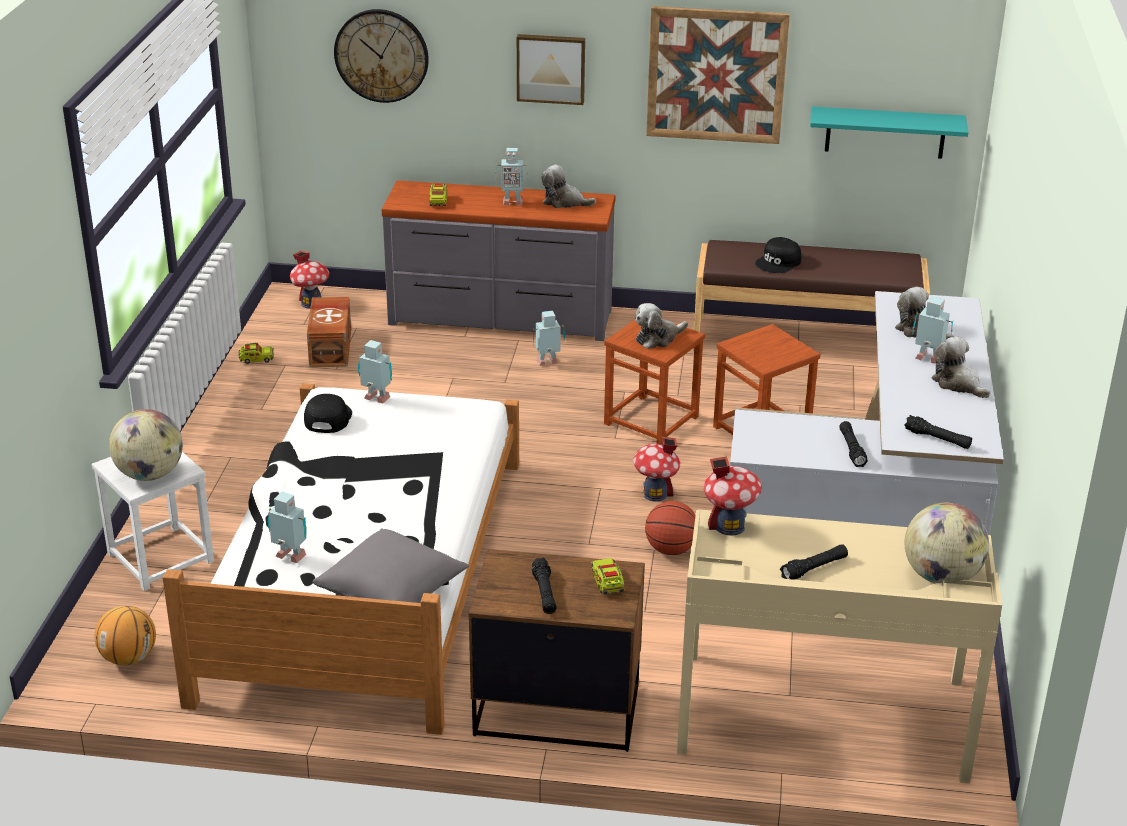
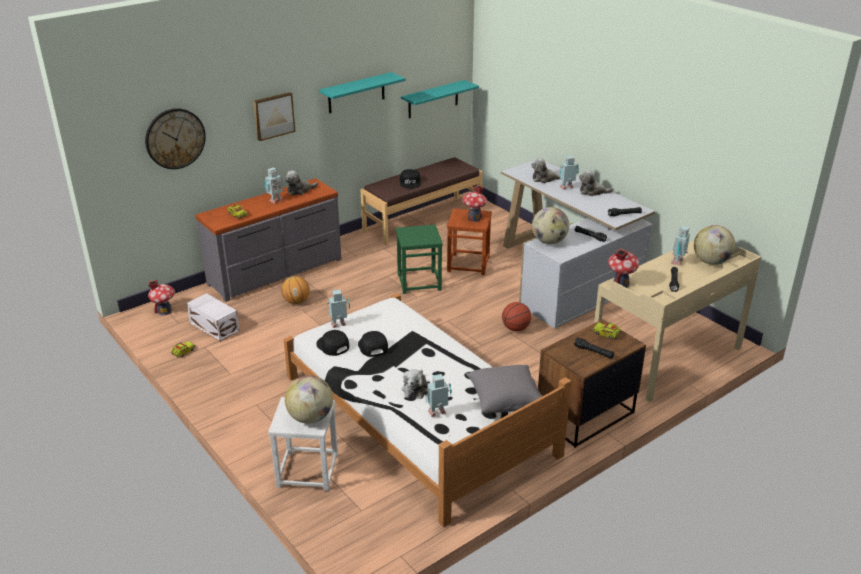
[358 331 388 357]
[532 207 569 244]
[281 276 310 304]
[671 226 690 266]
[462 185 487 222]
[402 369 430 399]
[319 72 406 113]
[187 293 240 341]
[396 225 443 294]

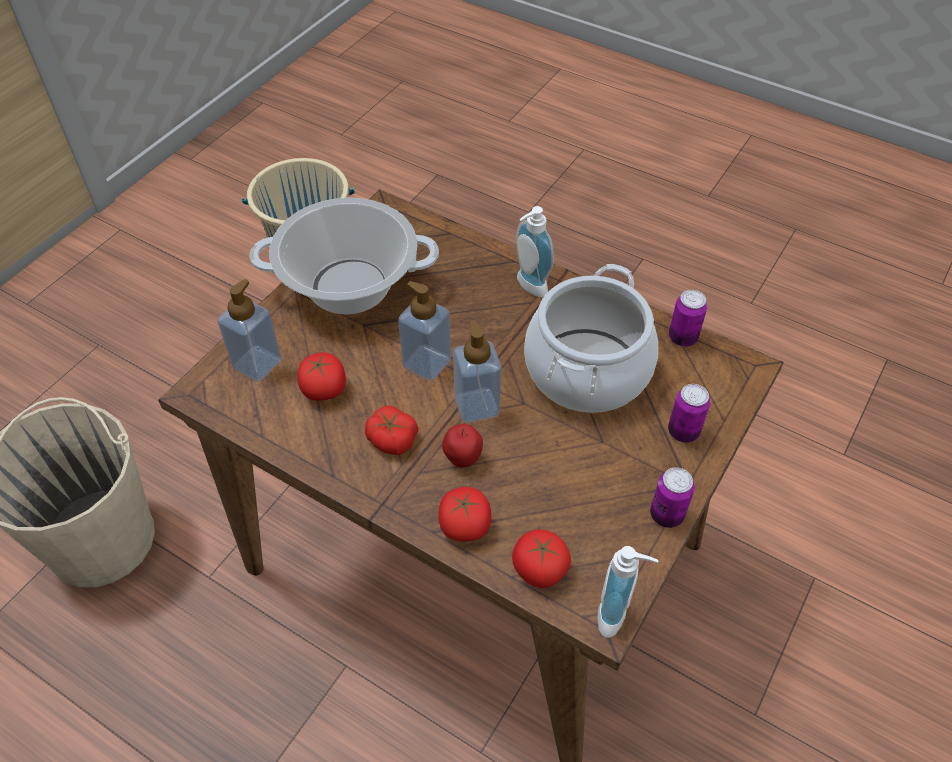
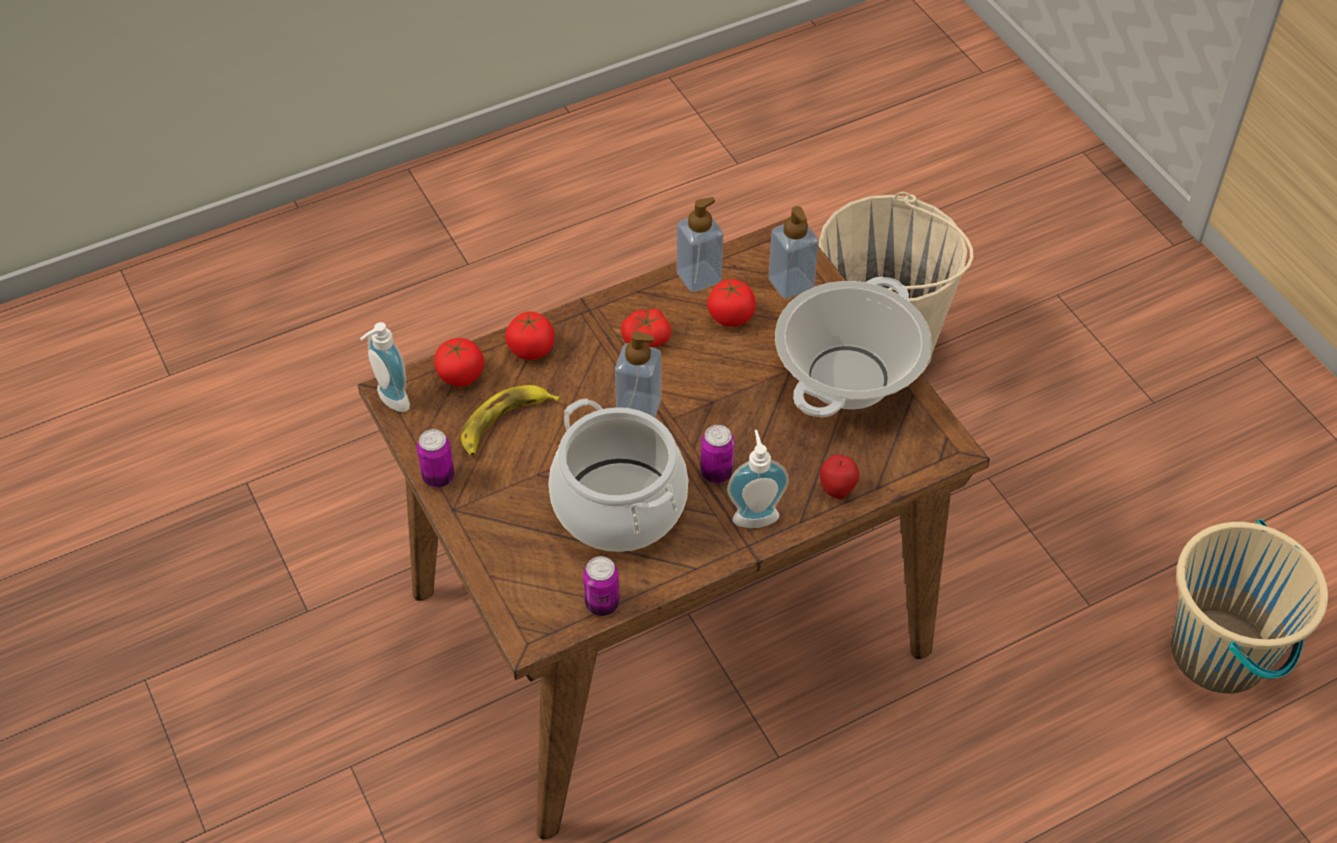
[461 385 560 456]
[676 197 723 293]
[820 454 859 499]
[701 425 734 483]

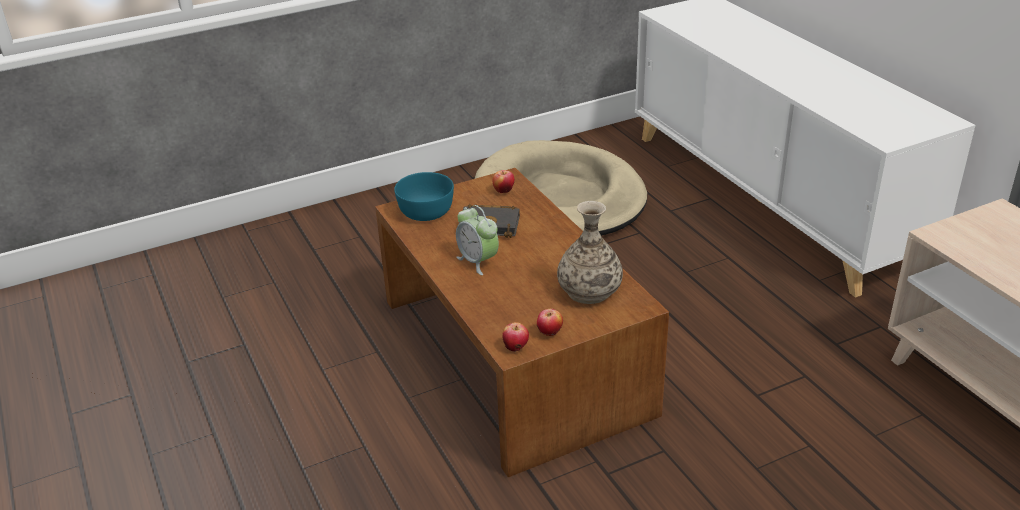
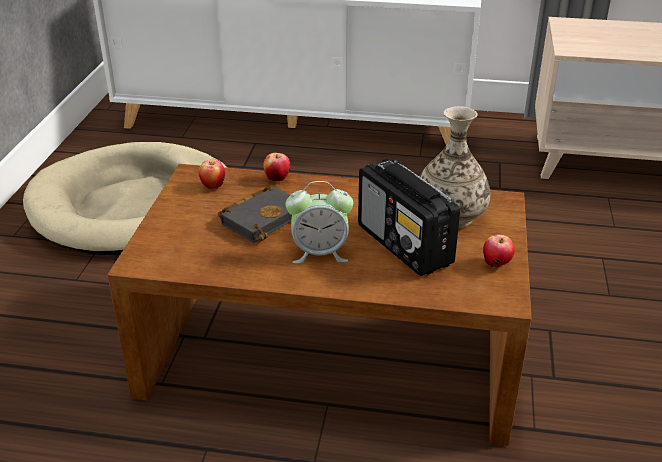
[394 172 454 221] (first image)
[358 159 460 276]
[263 153 290 181]

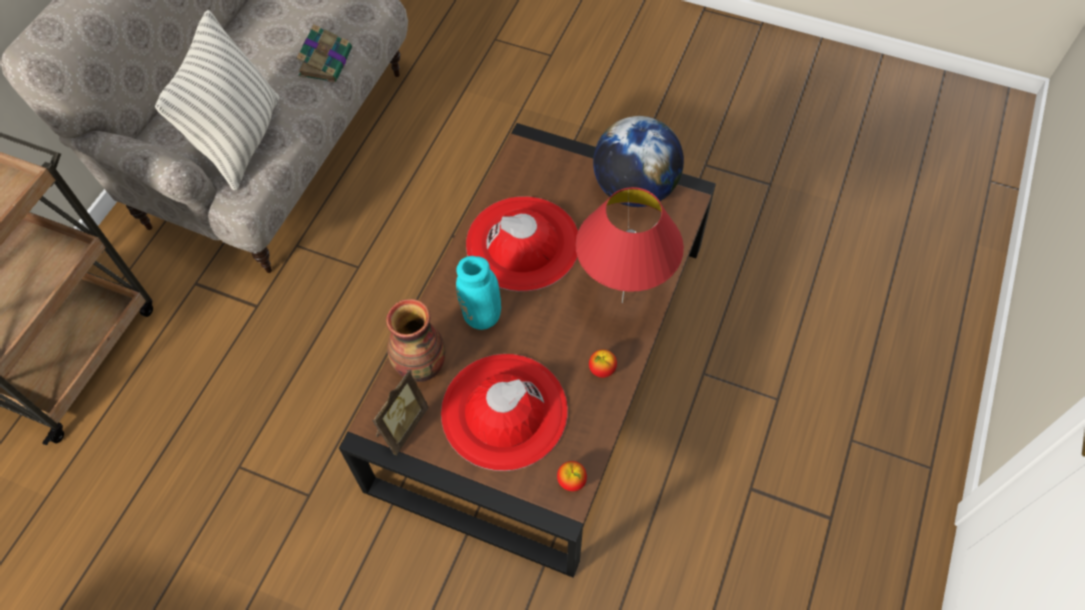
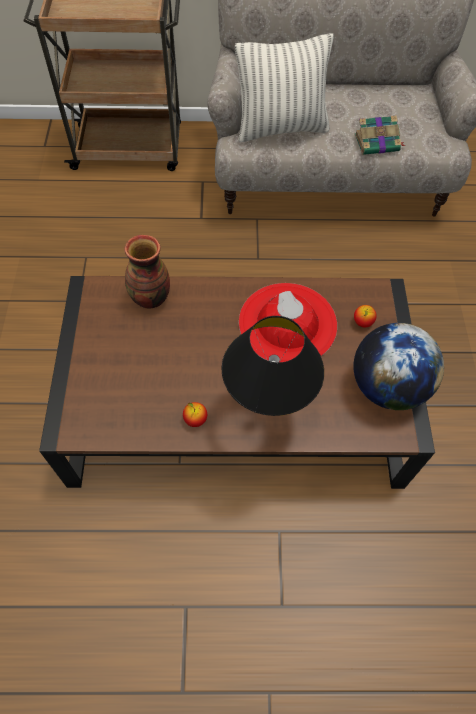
[372 370 429 455] (first image)
[441 354 568 471] (first image)
[456 256 541 330] (first image)
[354 305 377 327]
[222 316 324 416]

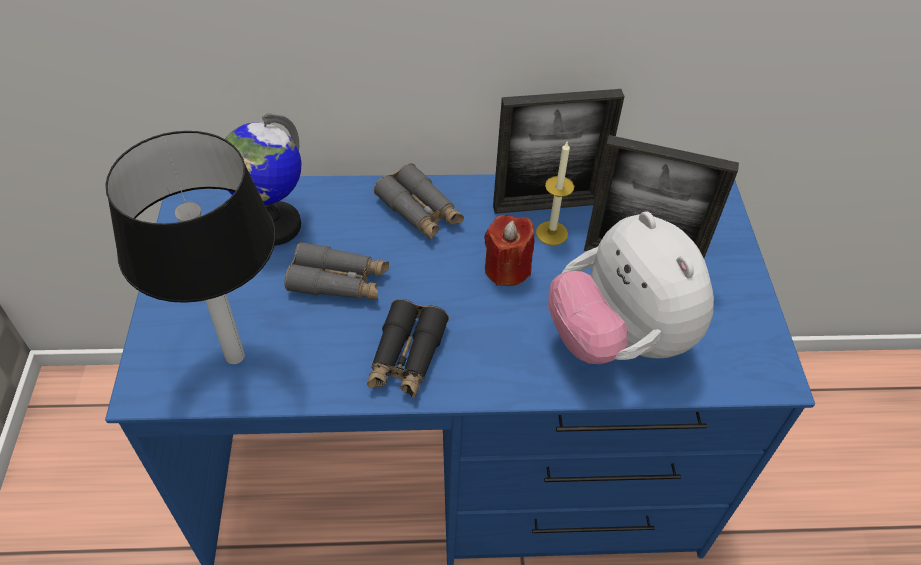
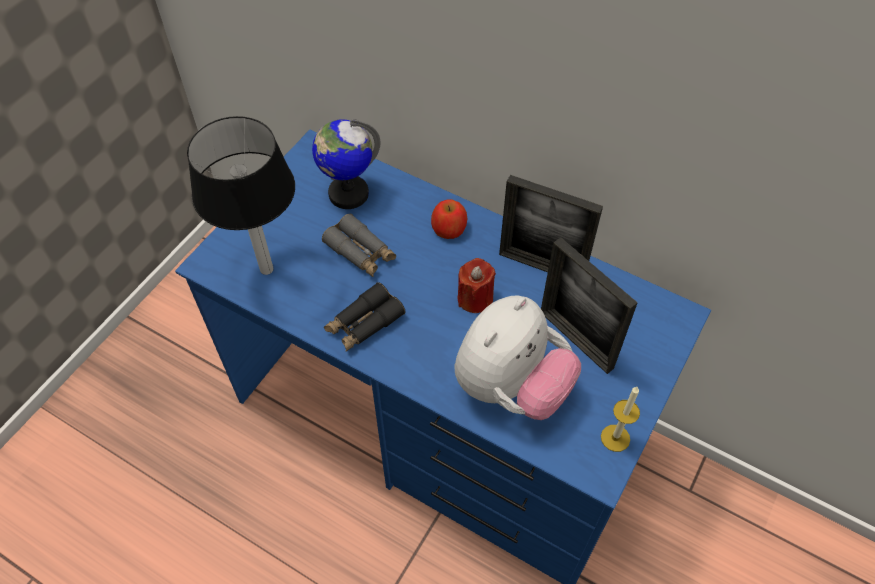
[601 386 640 452]
[431 199 467 239]
[454 296 581 420]

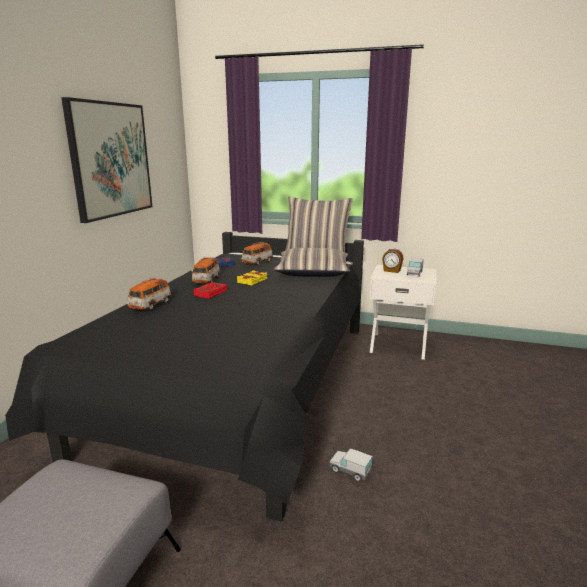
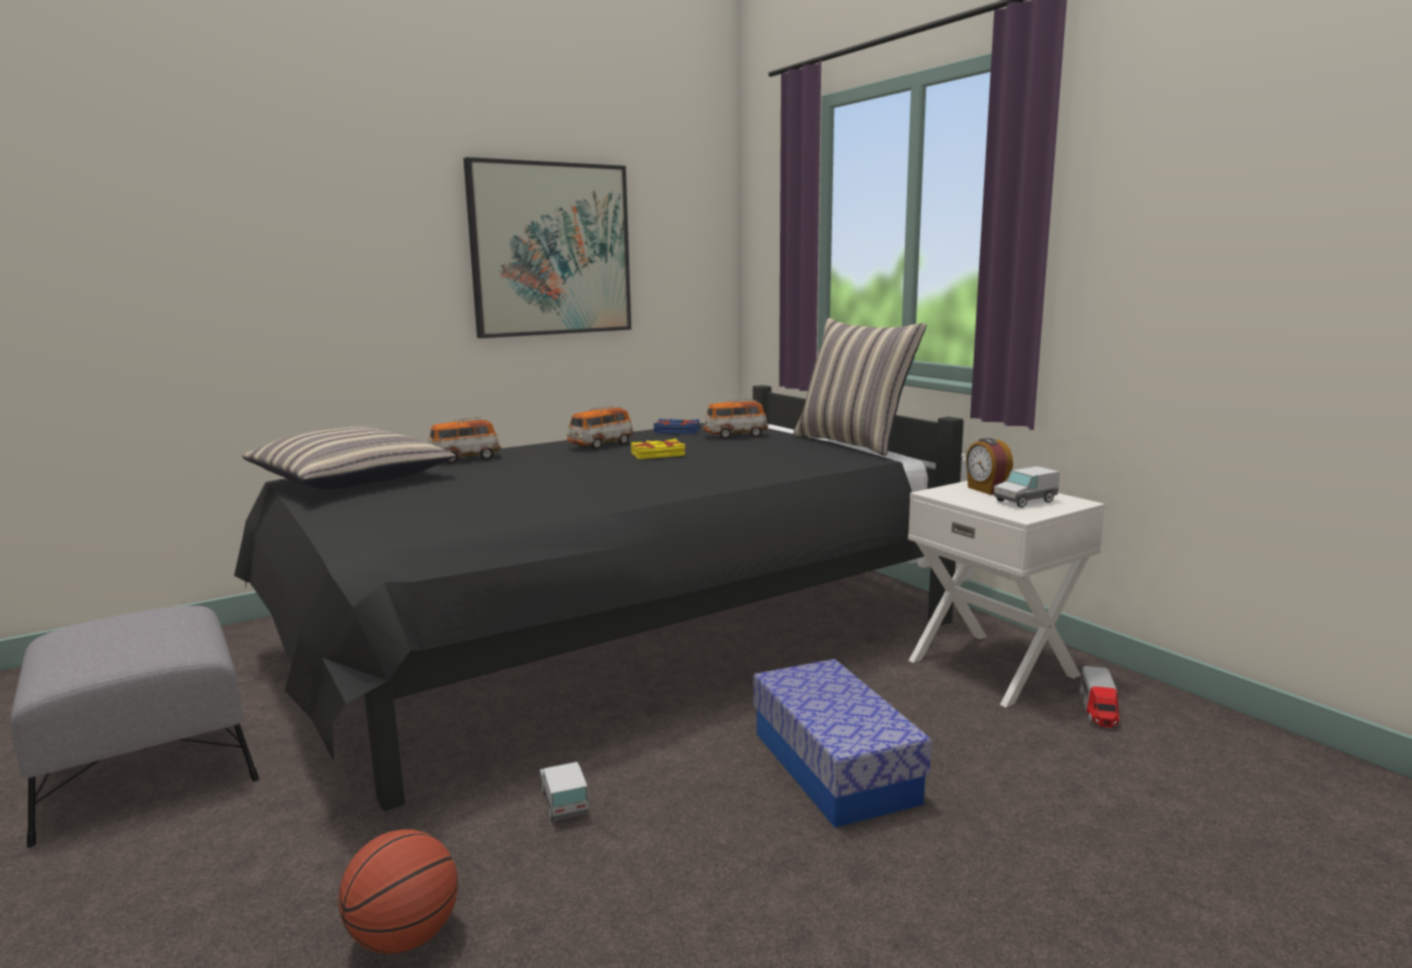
[193 282 227 299] (first image)
[338 829 458 954]
[753 659 932 828]
[1080 666 1120 728]
[242 427 455 490]

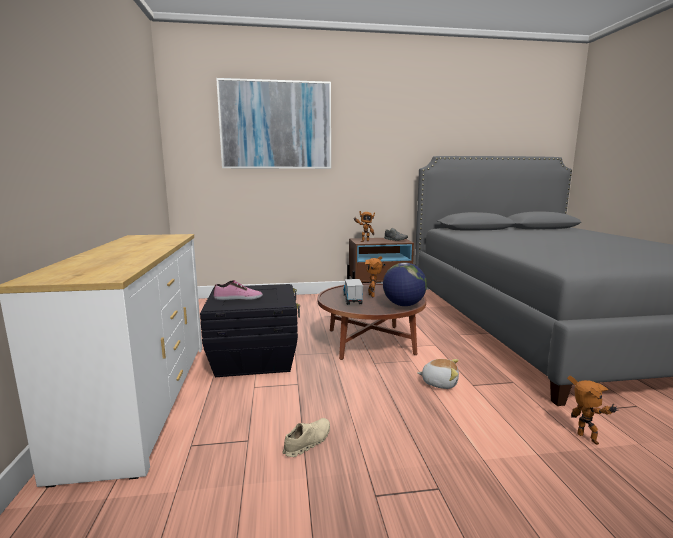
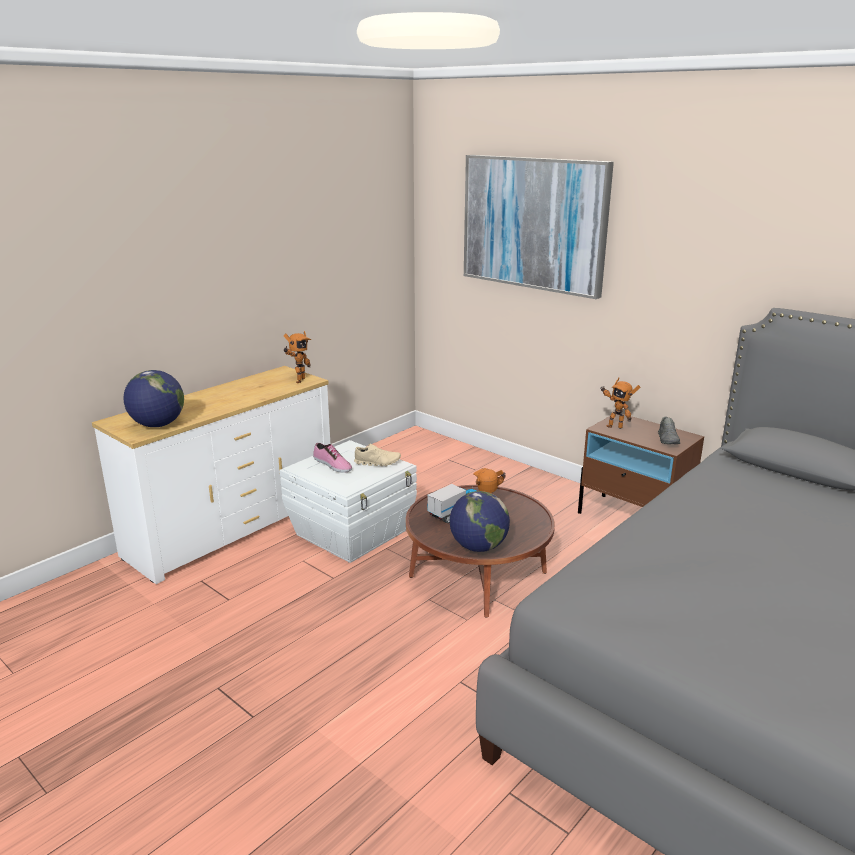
[417 359 459 389] (first image)
[123 370 184 427]
[354 444 401 466]
[284 331 311 383]
[280 440 417 563]

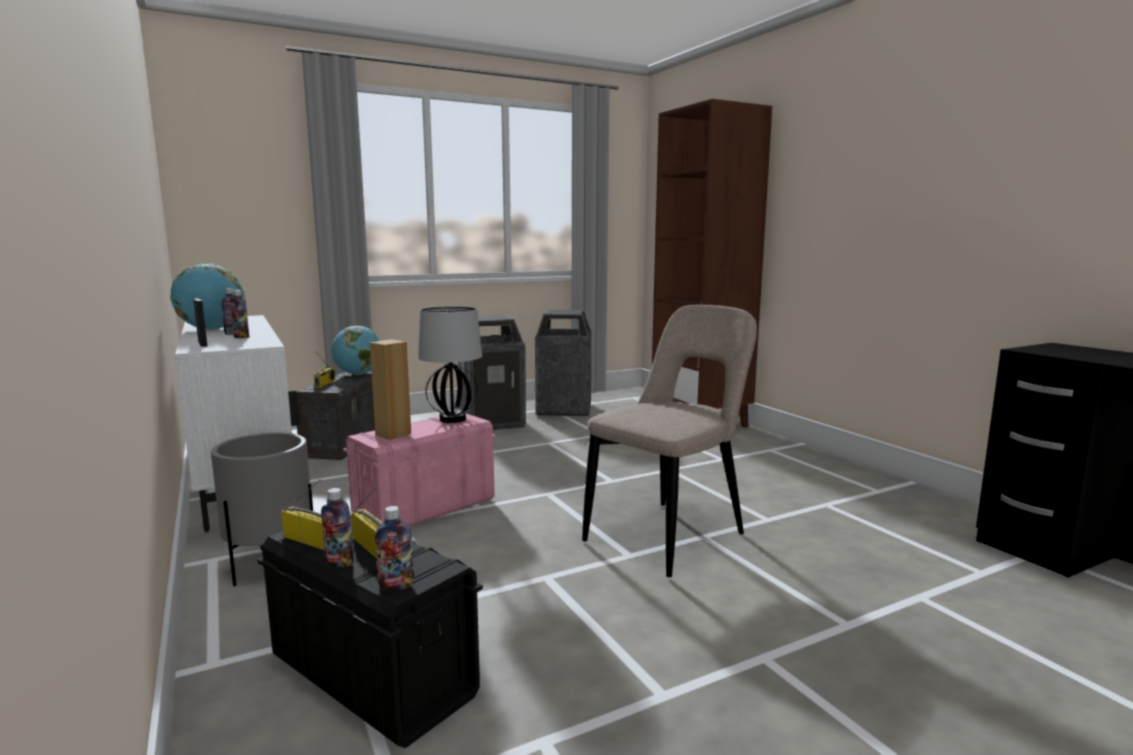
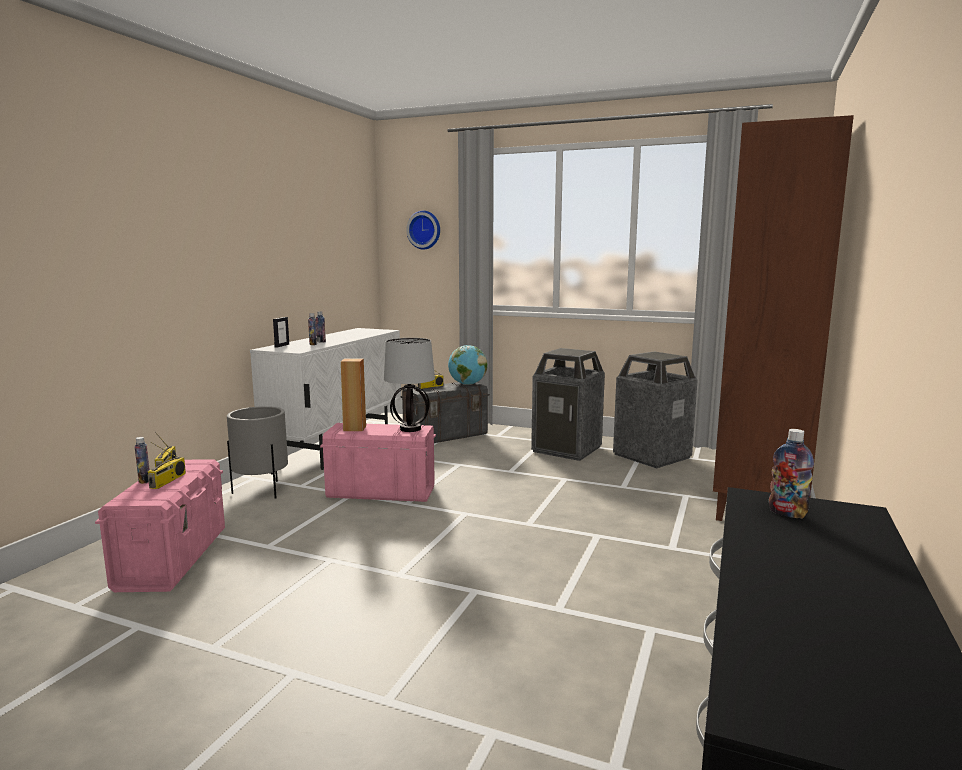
[170 264 245 330] (first image)
[582 305 757 577] (first image)
[406 211 440 249]
[769 429 814 519]
[95 459 225 592]

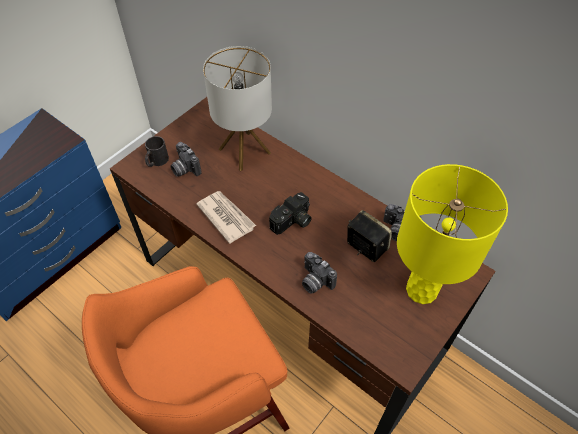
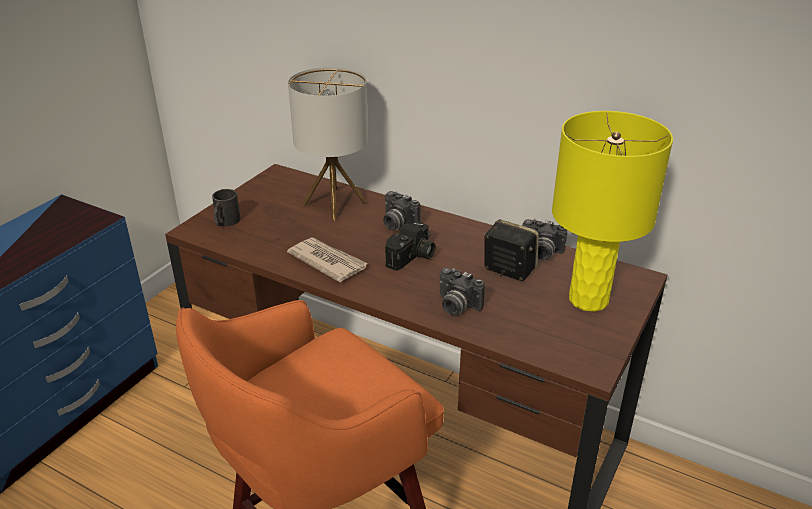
[383 191 421 230]

